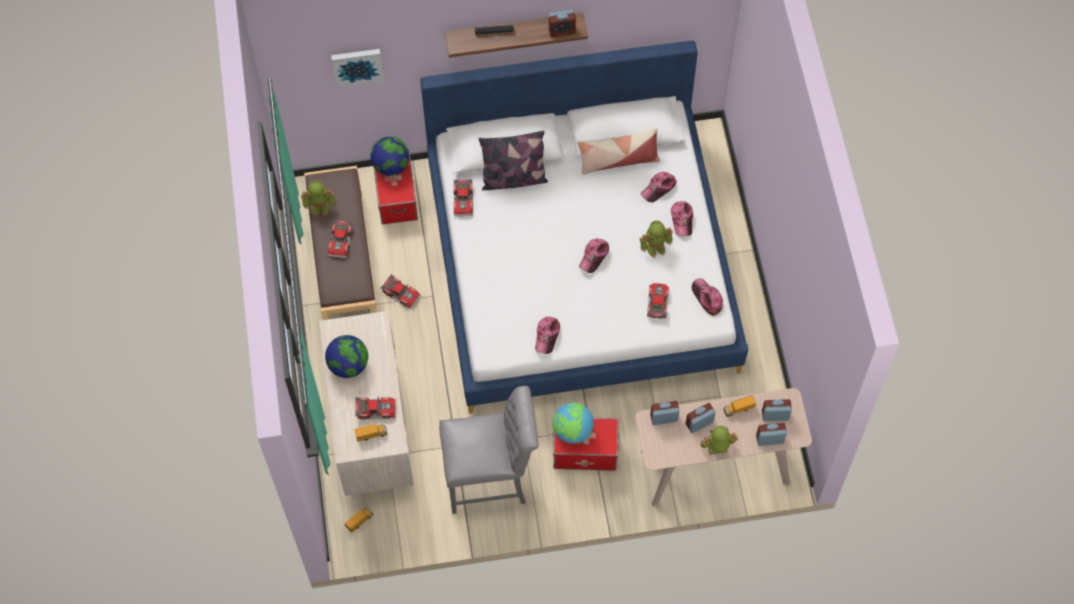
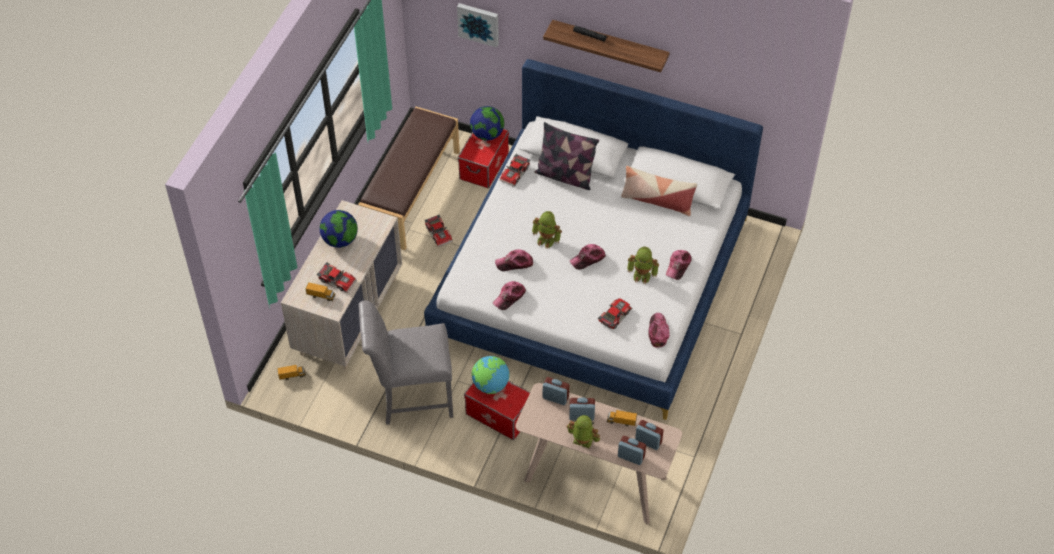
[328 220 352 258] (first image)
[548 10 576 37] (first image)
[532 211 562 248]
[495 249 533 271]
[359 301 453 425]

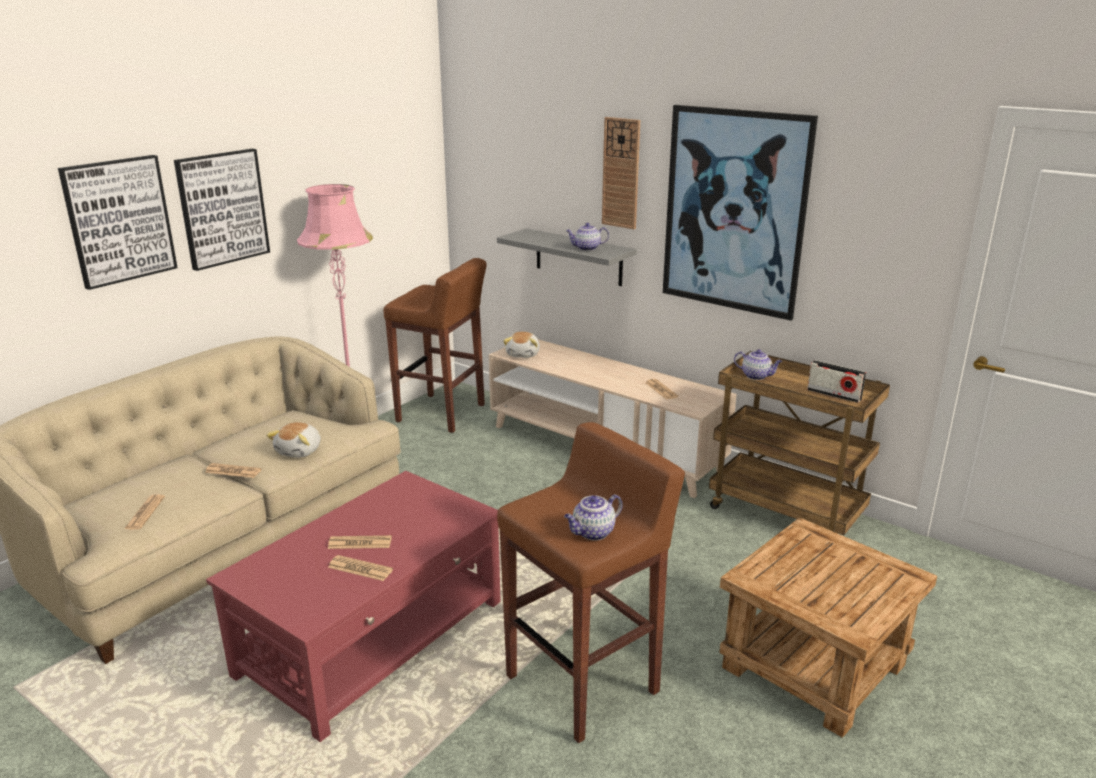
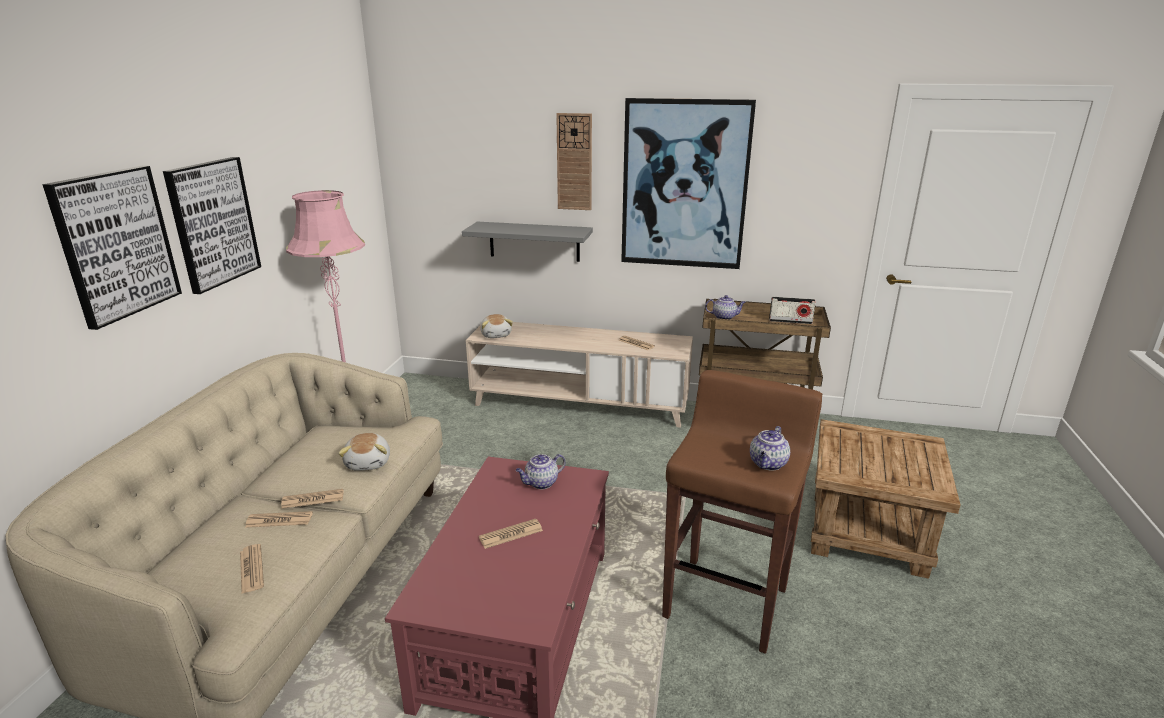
[384 258 487 433] (first image)
[245 511 313 528]
[516 454 566 489]

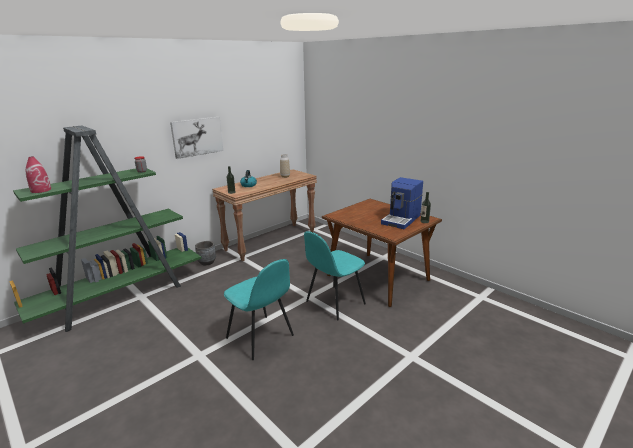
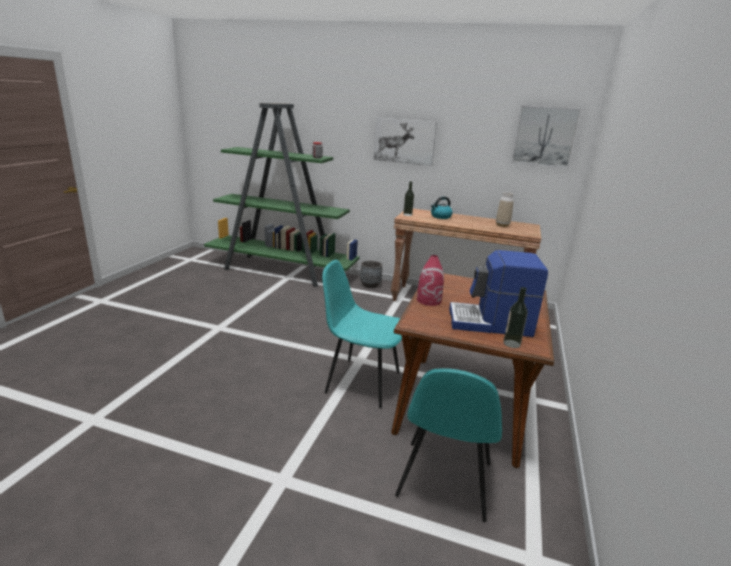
[511 105 582 168]
[417 255 444 306]
[395 368 502 522]

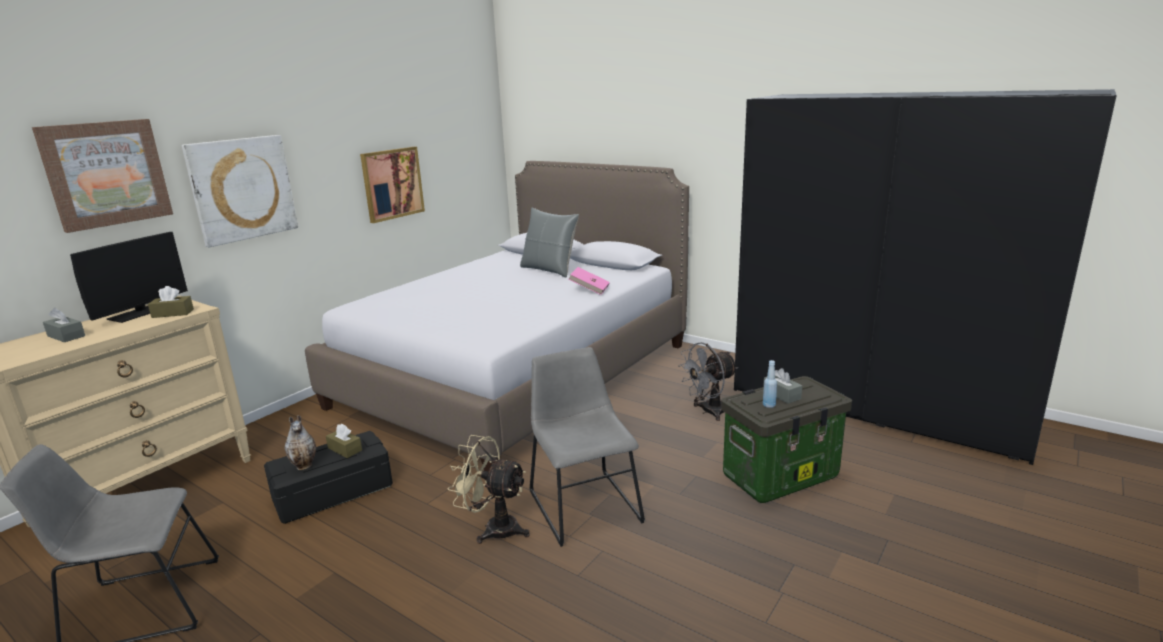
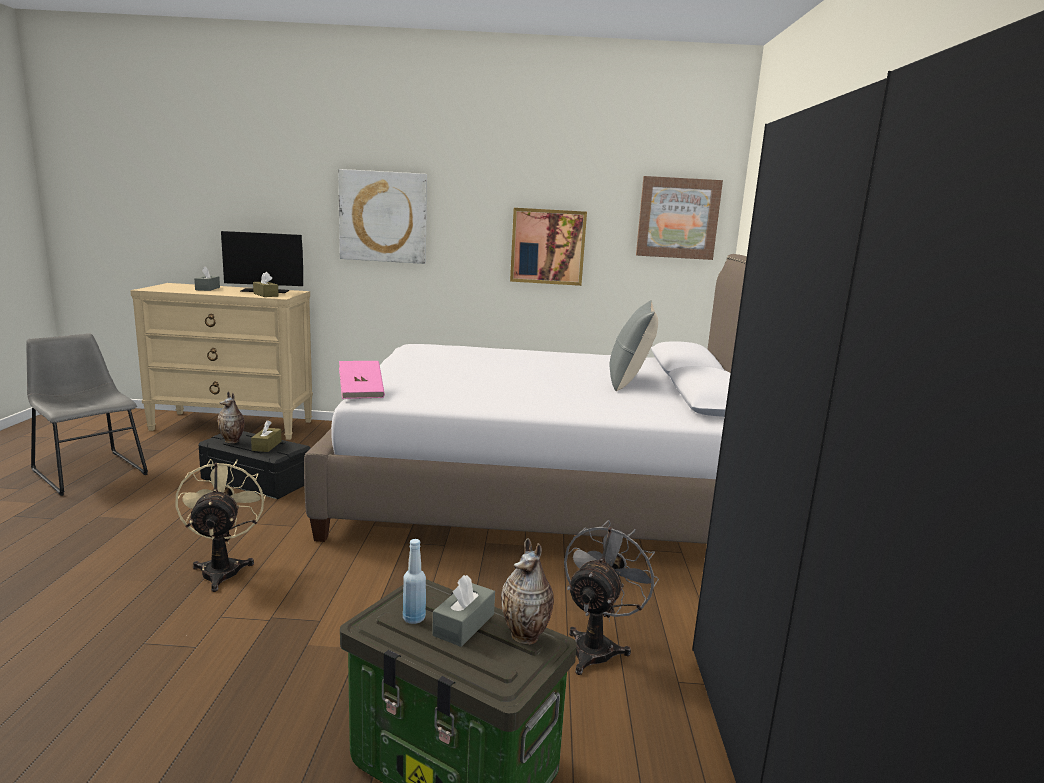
[529 347 645 547] (first image)
[501 538 554 645]
[636 176 723 260]
[339 361 385 399]
[564 520 659 675]

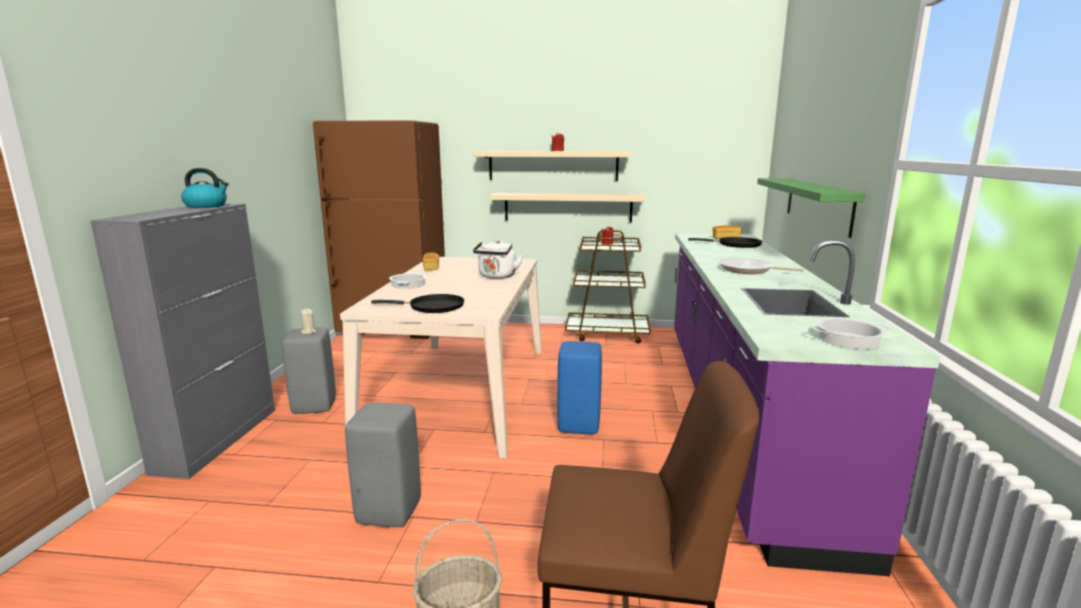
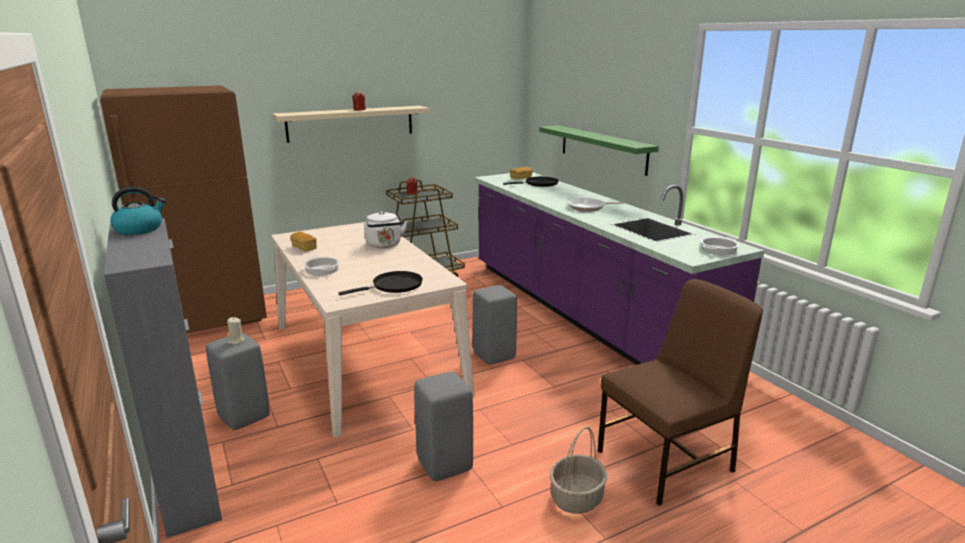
[490 193 645 222] (first image)
[473 285 517 365]

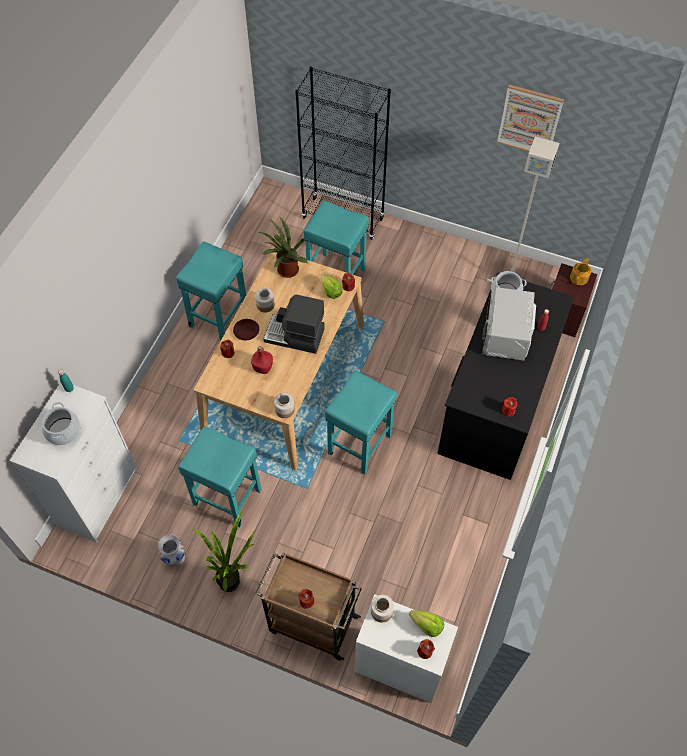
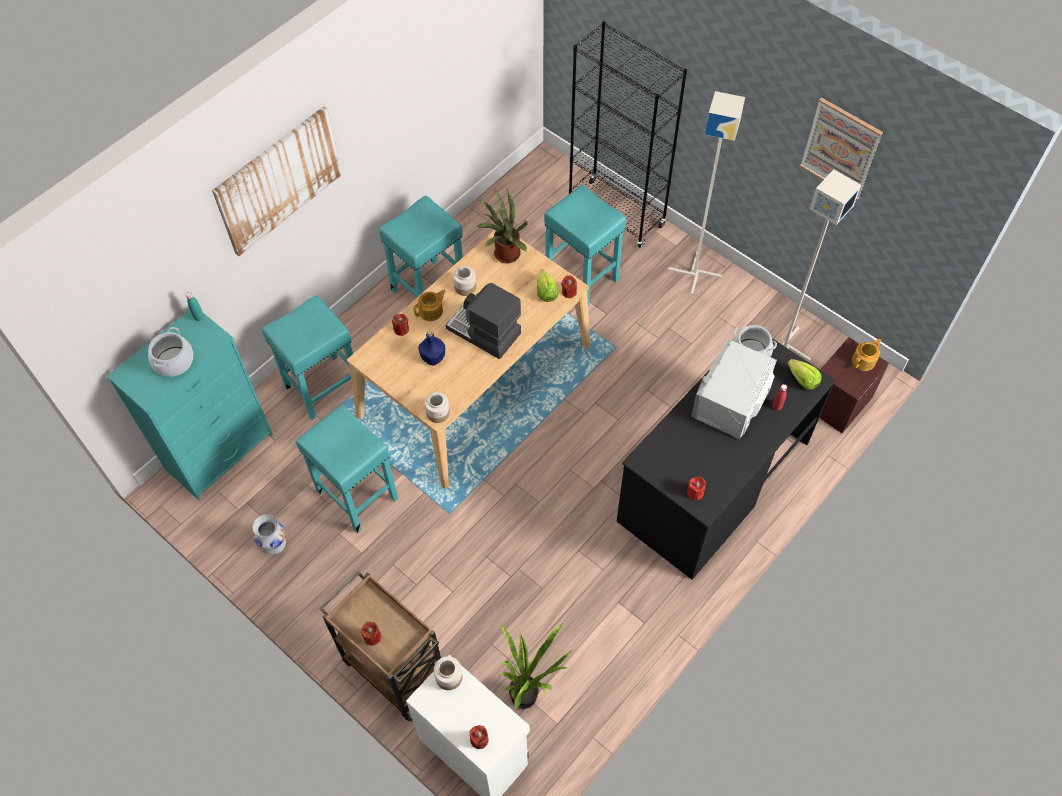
[212 106 342 256]
[668 91 745 295]
[497 622 572 709]
[262 295 353 420]
[788 359 822 390]
[413 290 446 321]
[106 310 273 500]
[418 331 445 365]

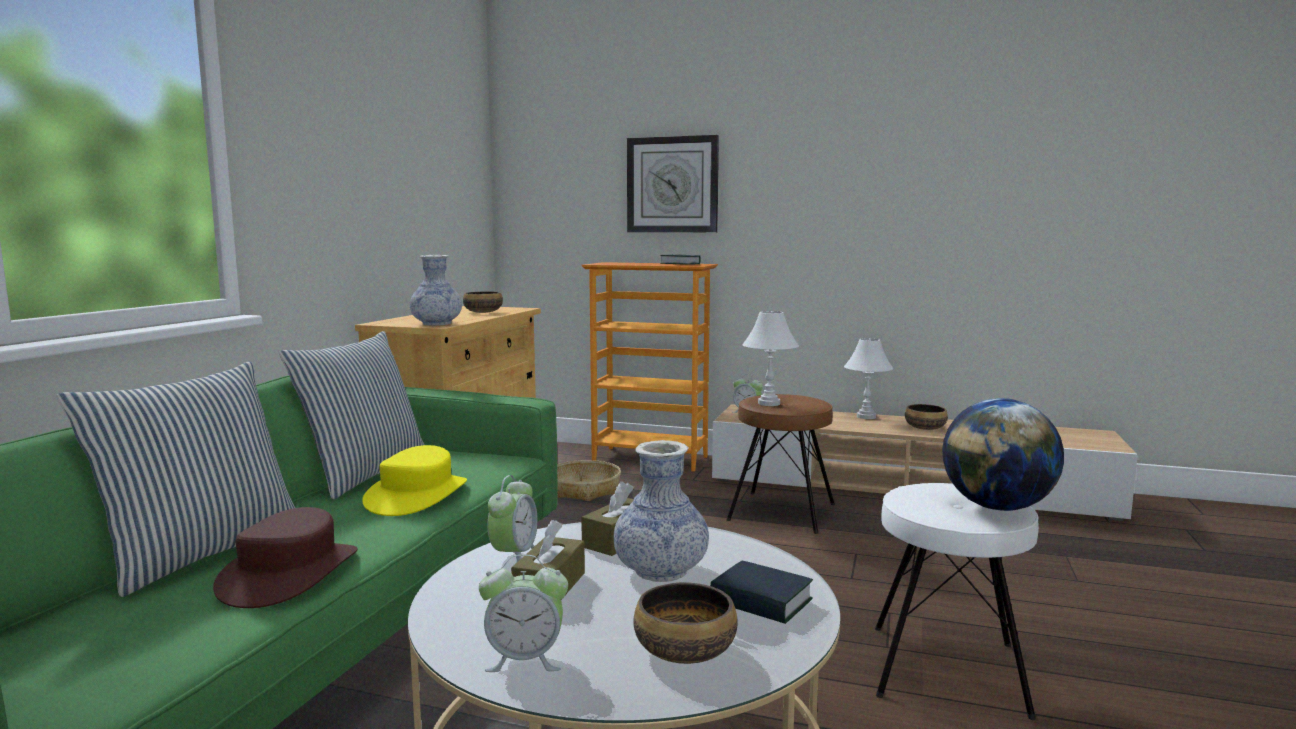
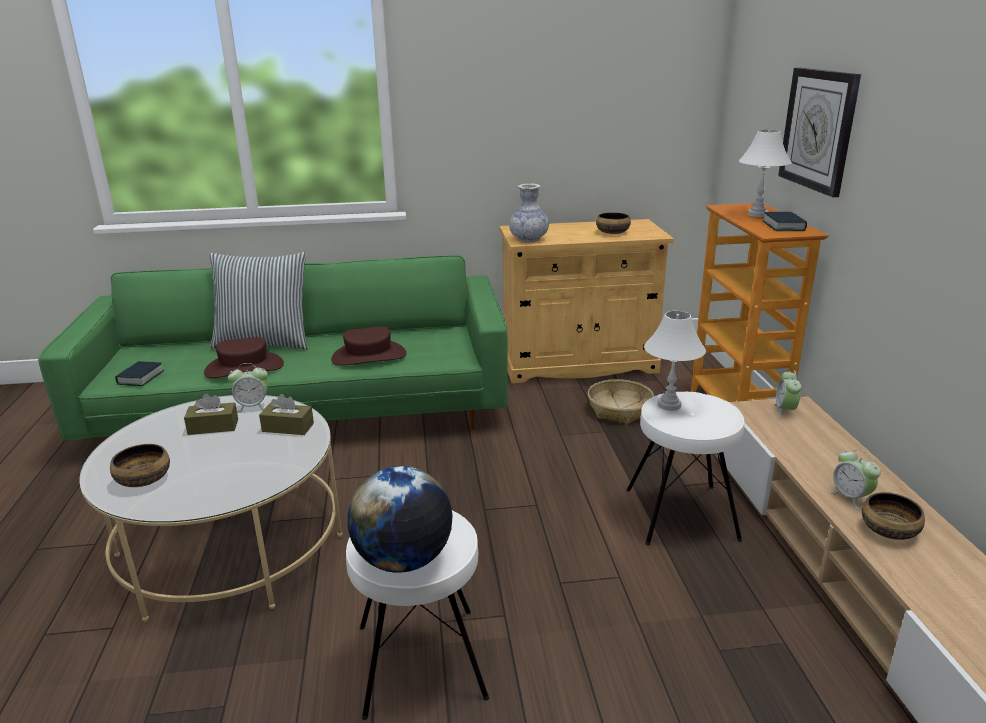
[279 331 424 499] (first image)
[613 440 709 582] (first image)
[829 449 881 510]
[115 361 164 386]
[739 130 792 217]
[331 326 406 366]
[626 392 744 546]

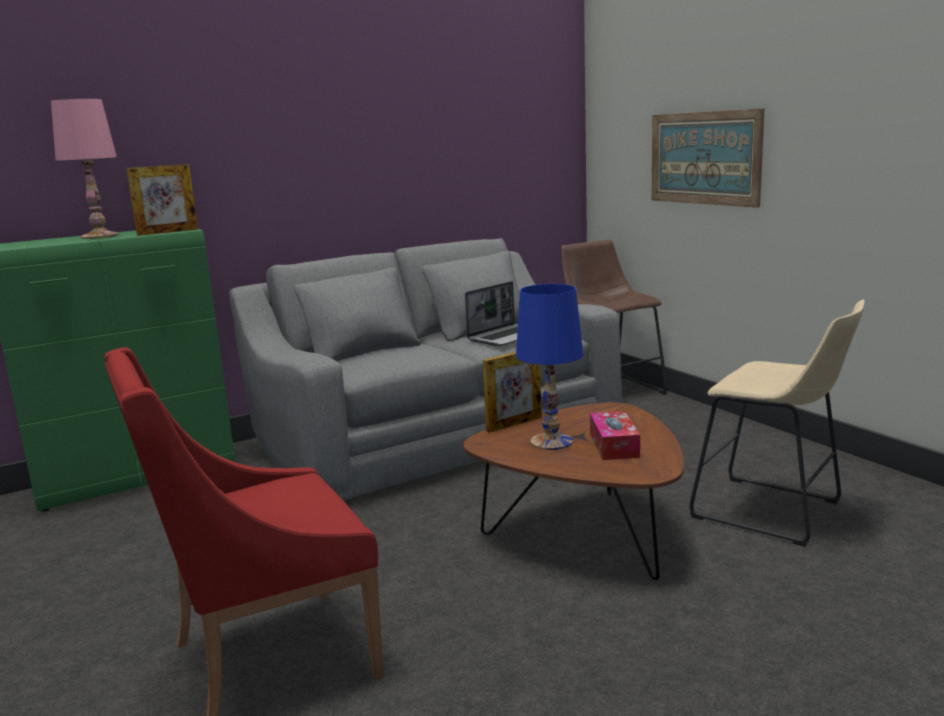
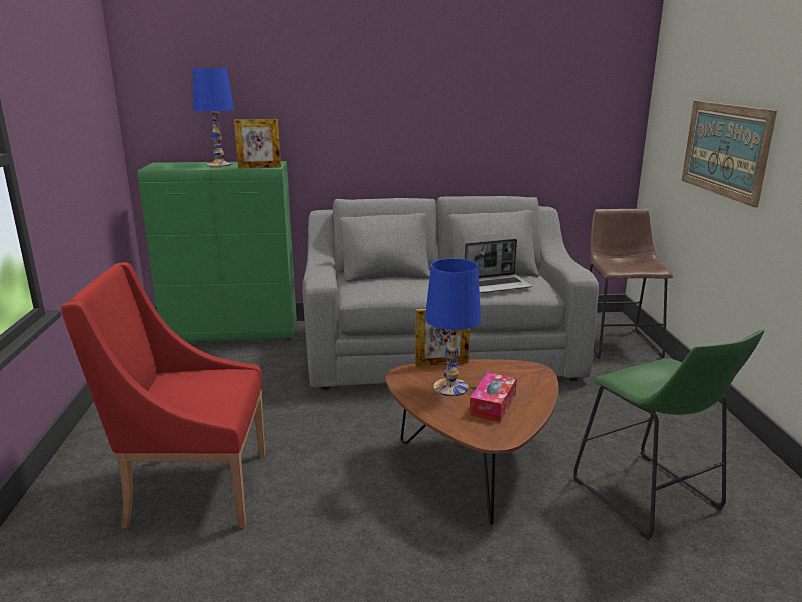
[193 68 234 167]
[573 329 764 540]

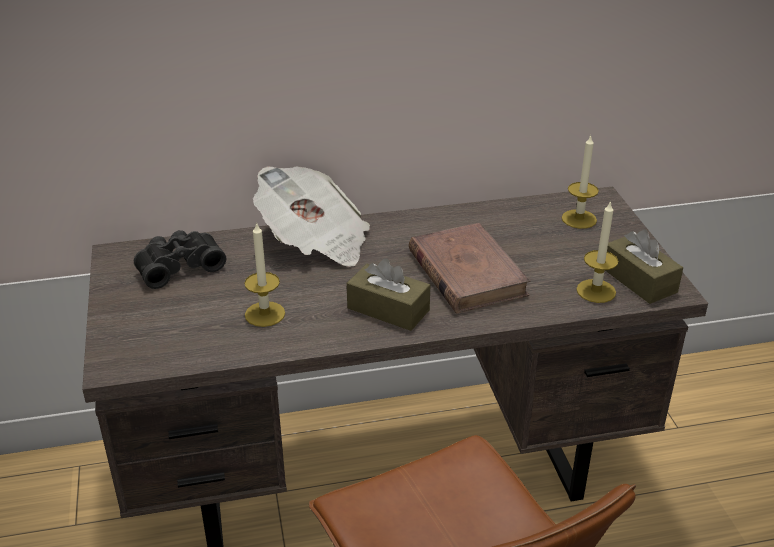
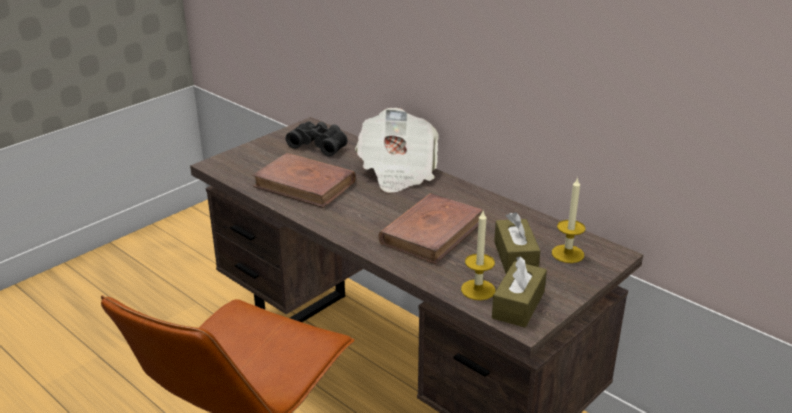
[494 212 540 274]
[252 153 356 208]

